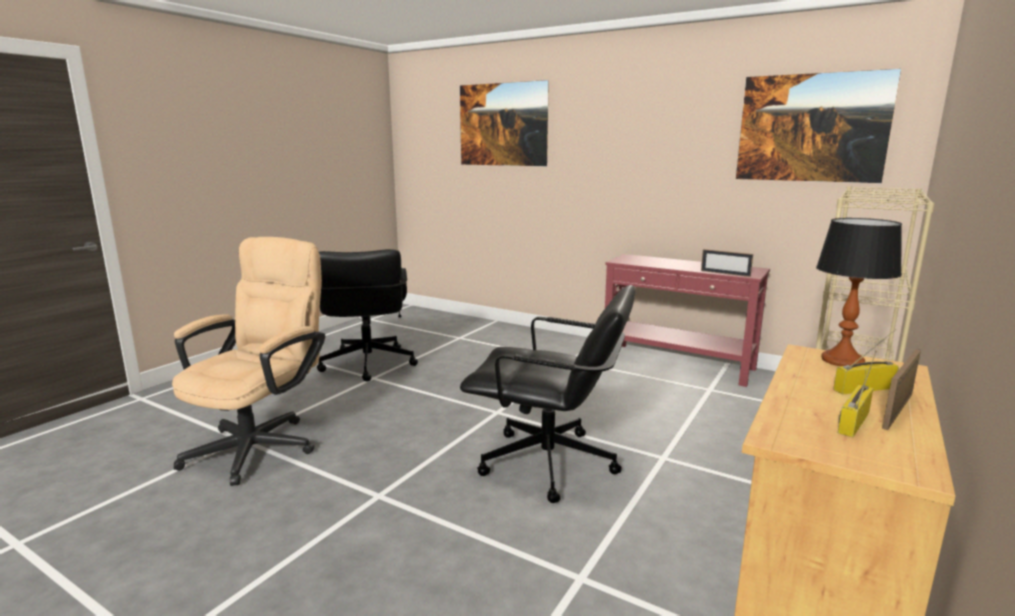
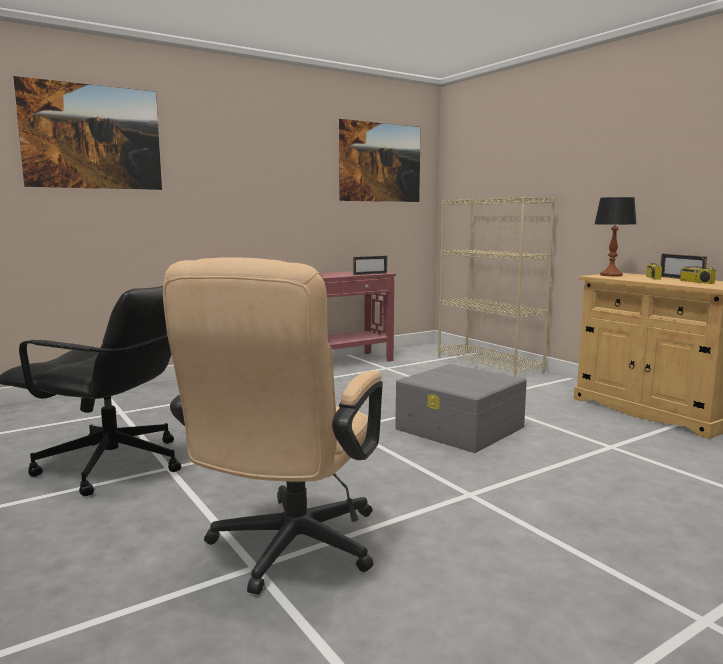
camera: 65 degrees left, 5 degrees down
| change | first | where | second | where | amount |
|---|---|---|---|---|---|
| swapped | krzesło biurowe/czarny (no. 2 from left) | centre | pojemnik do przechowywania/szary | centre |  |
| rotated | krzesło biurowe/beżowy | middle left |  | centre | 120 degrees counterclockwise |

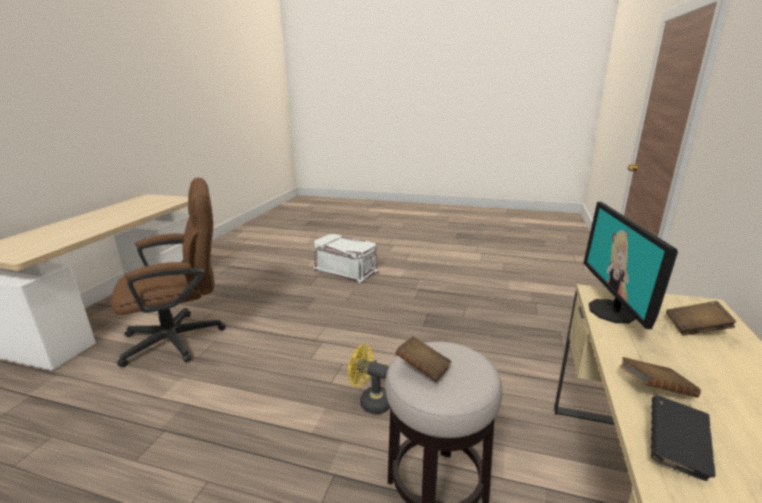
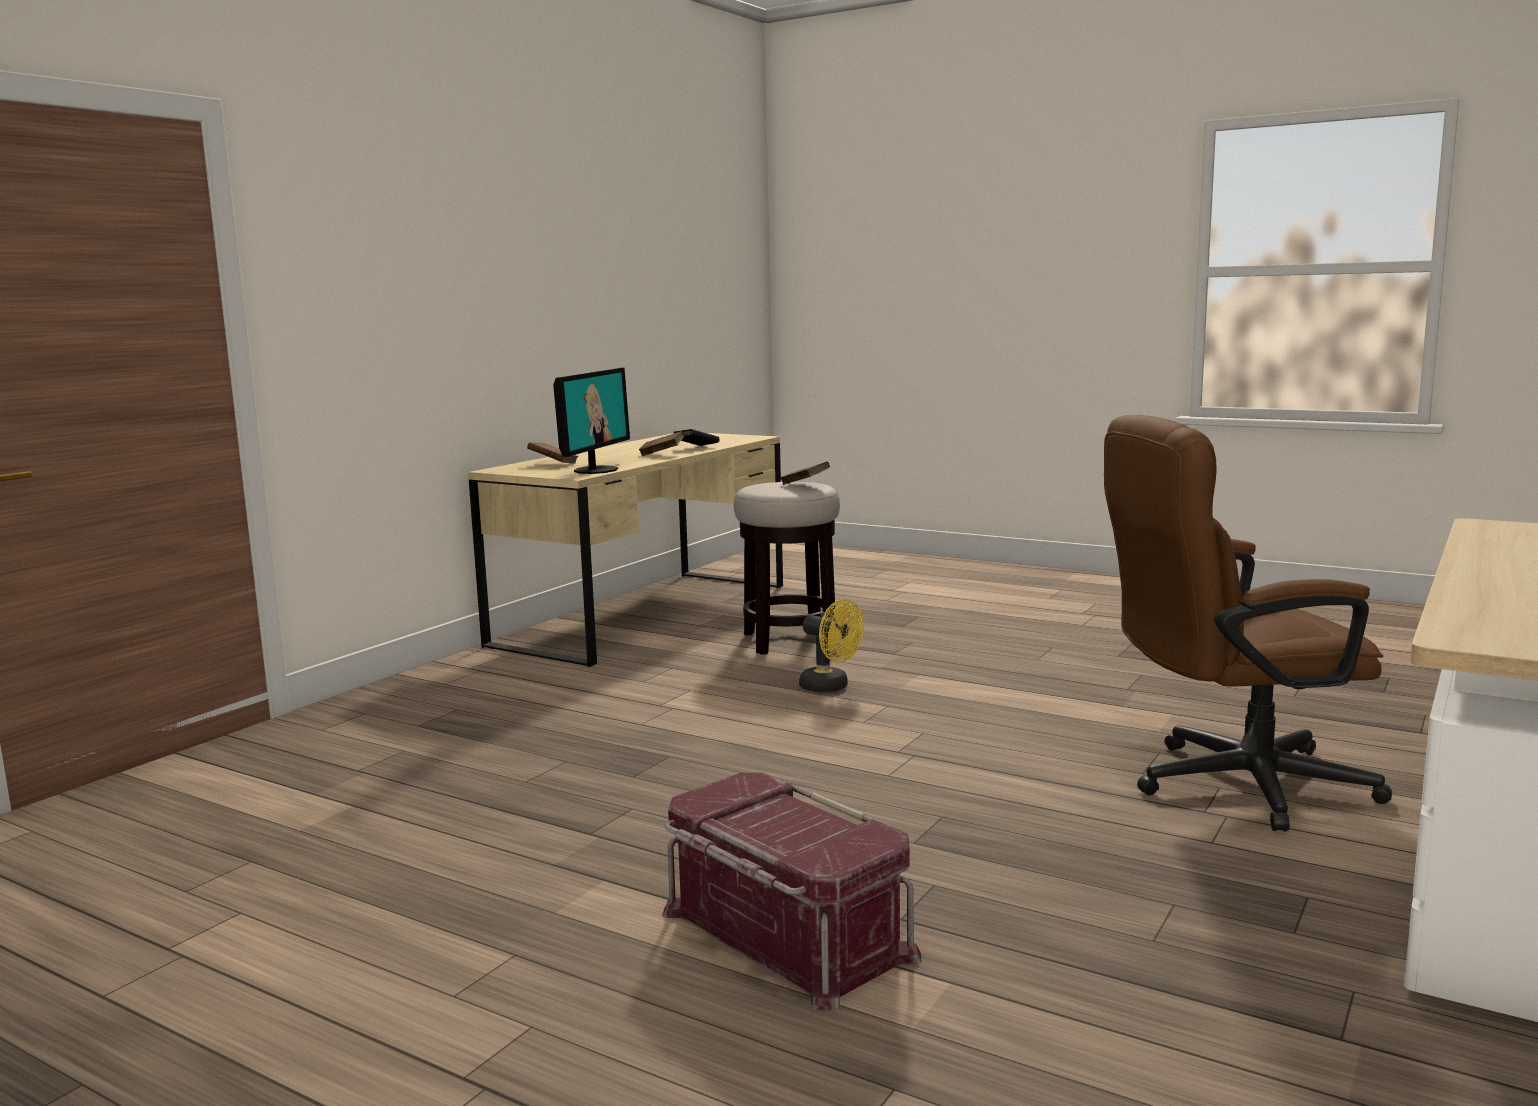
camera: 165 degrees left, 10 degrees down
| change | first | where | second | where | amount |
|---|---|---|---|---|---|
| repainted | pojemnik do przechowywania/biały | centre | pojemnik do przechowywania/czerwony | bottom centre |  |

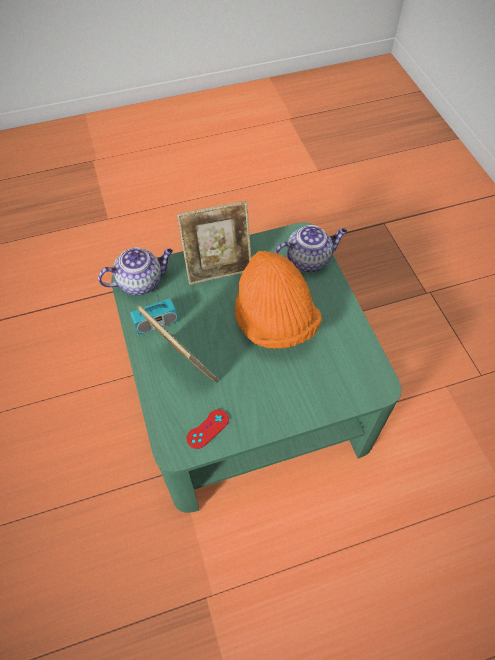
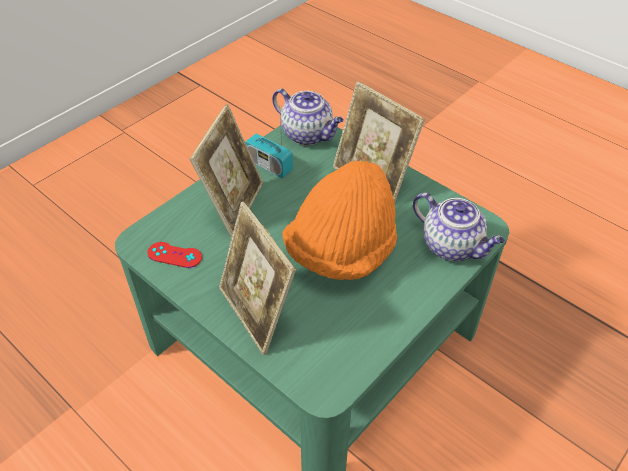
camera: 60 degrees right, 10 degrees down
| change | first | where | second | where | amount |
|---|---|---|---|---|---|
| new |  |  | ramka na zdjęcie (no. 2 from left) | centre |  |

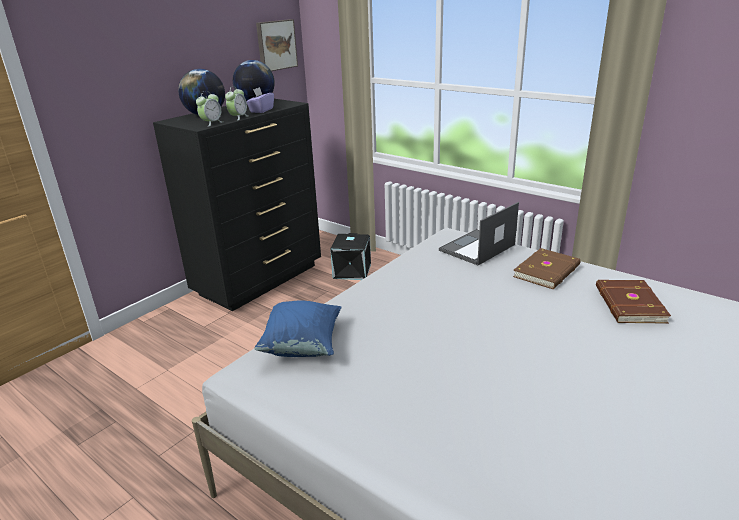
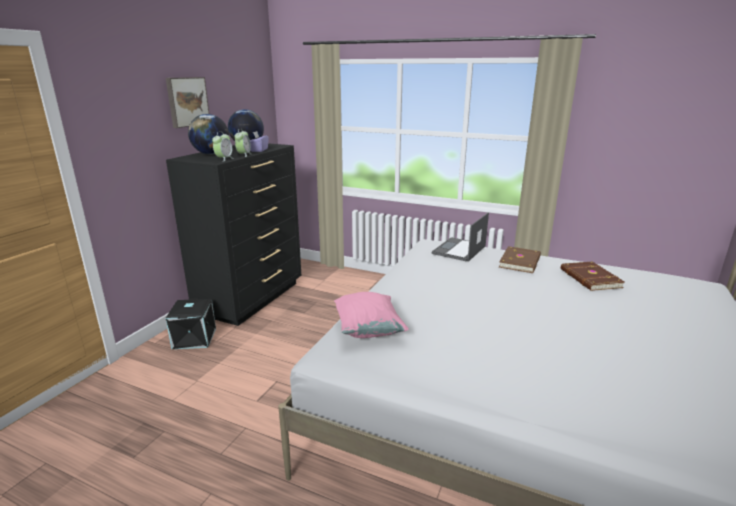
camera: 15 degrees left, 5 degrees down
| change | first | where | second | where | amount |
|---|---|---|---|---|---|
| shifted | obraz | top centre |  | top left |  |
| shifted | pojemnik do przechowywania/czarny | centre |  | middle left |  |
| repainted | poduszka/niebieski | centre | poduszka/różowy | centre |  |

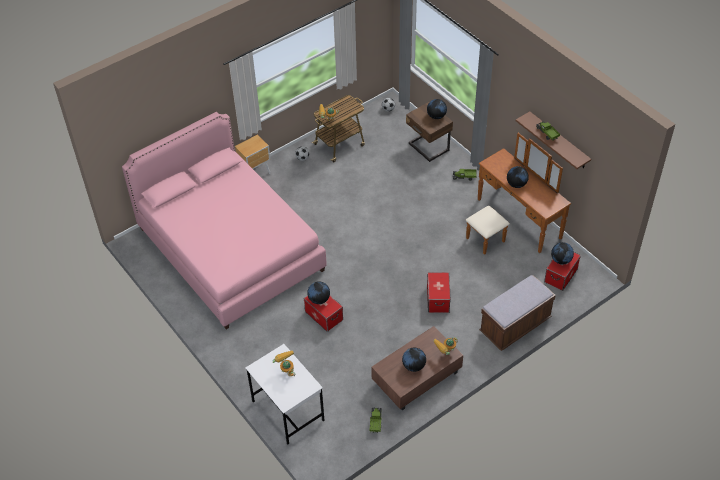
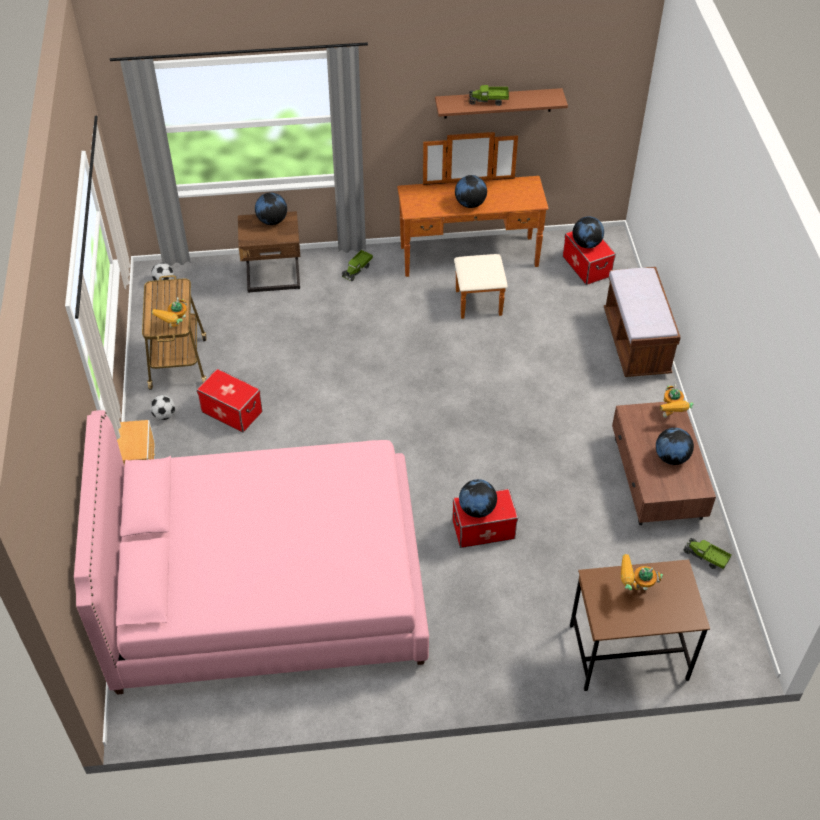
camera: 60 degrees left, 0 degrees up
| change | first | where | second | where | amount |
|---|---|---|---|---|---|
| shifted | pojemnik do przechowywania (no. 2 from left in the first image) | centre | pojemnik do przechowywania (no. 1 from left) | middle left |  |
| repainted | biurko/biały | bottom centre | biurko/brązowy | bottom right |  |

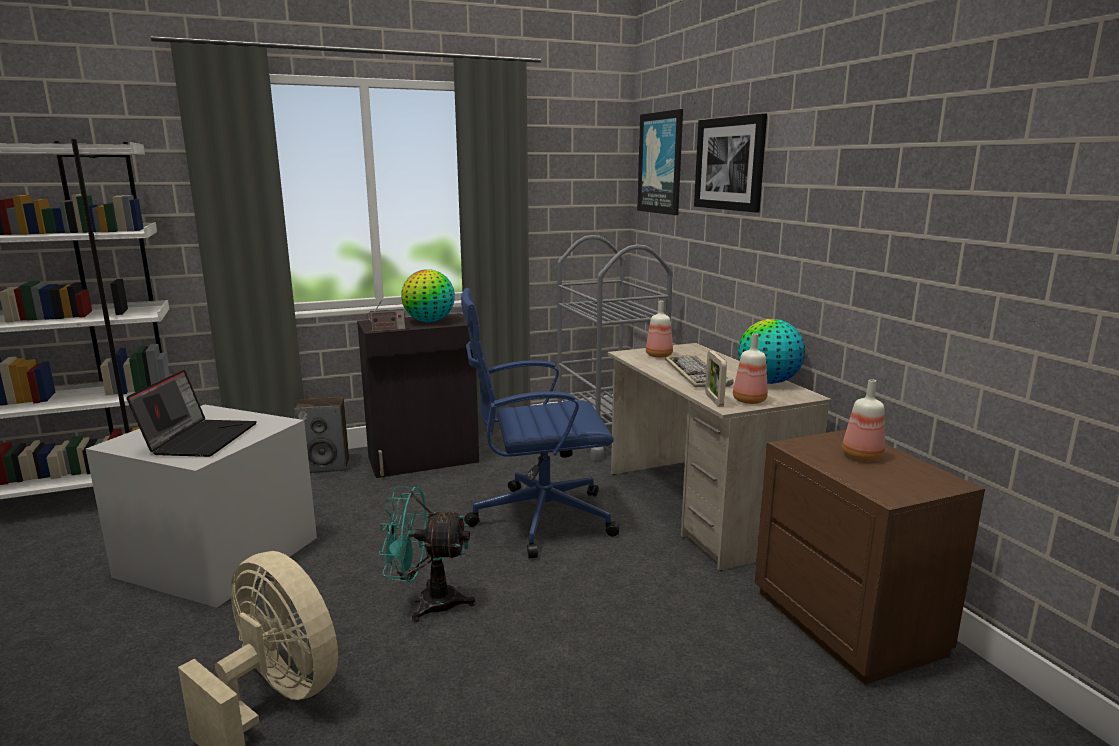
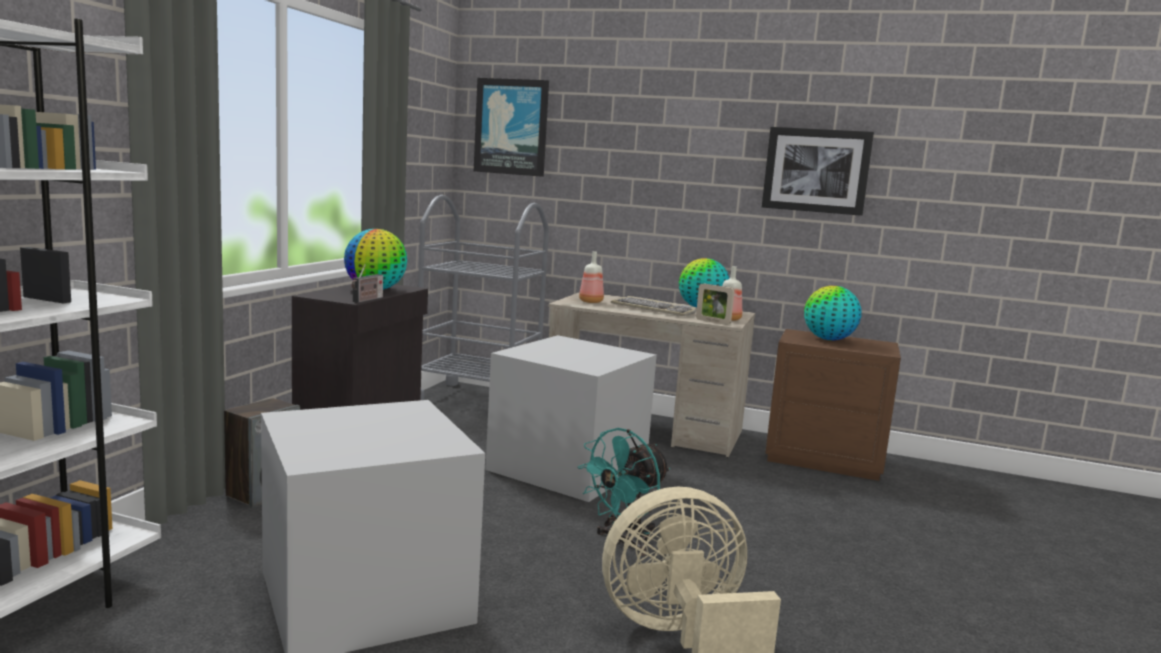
camera: 50 degrees left, 5 degrees down
| change | first | where | second | where | amount |
|---|---|---|---|---|---|
| gone | laptop | middle left |  |  |  |
| shifted | obraz (no. 2 from left) | top centre |  | top right |  |
| swapped | krzesło biurowe/niebieski | centre | pojemnik do przechowywania/szary (no. 2 from left) | centre |  |
| swapped | butelka (no. 3 from left) | middle right | globus (no. 3 from left) | middle right |  |

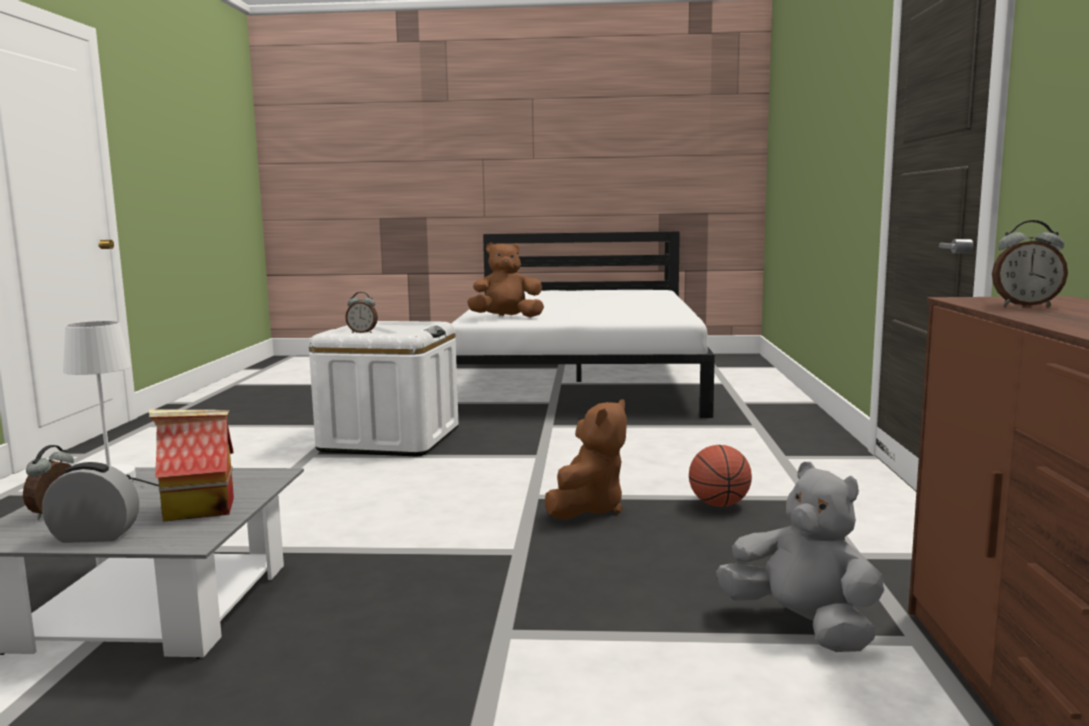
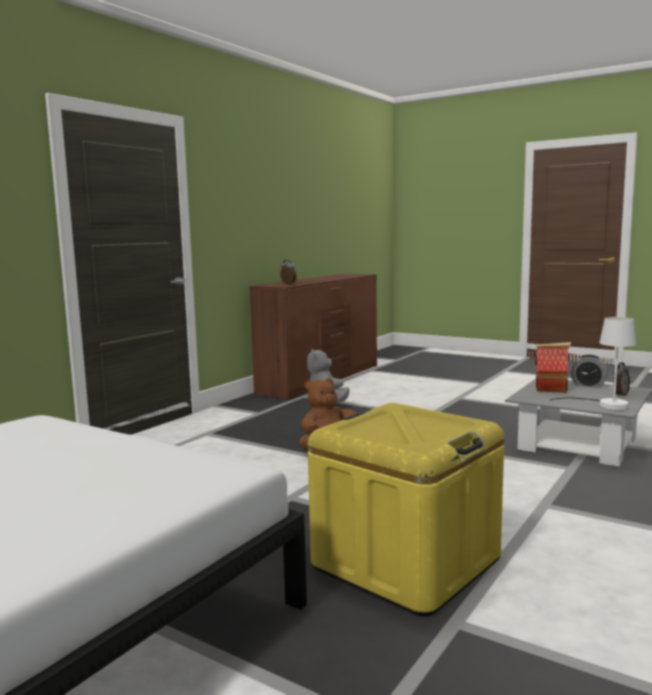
camera: 150 degrees left, 0 degrees up
| change | first | where | second | where | amount |
|---|---|---|---|---|---|
| gone | budzik (no. 3 from left) | middle left |  |  |  |
| gone | pluszak/brązowy (no. 1 from left) | centre |  |  |  |
| gone | piłka do koszykówki | centre |  |  |  |
| repainted | pojemnik do przechowywania/biały | centre | pojemnik do przechowywania/żółty | bottom centre |  |

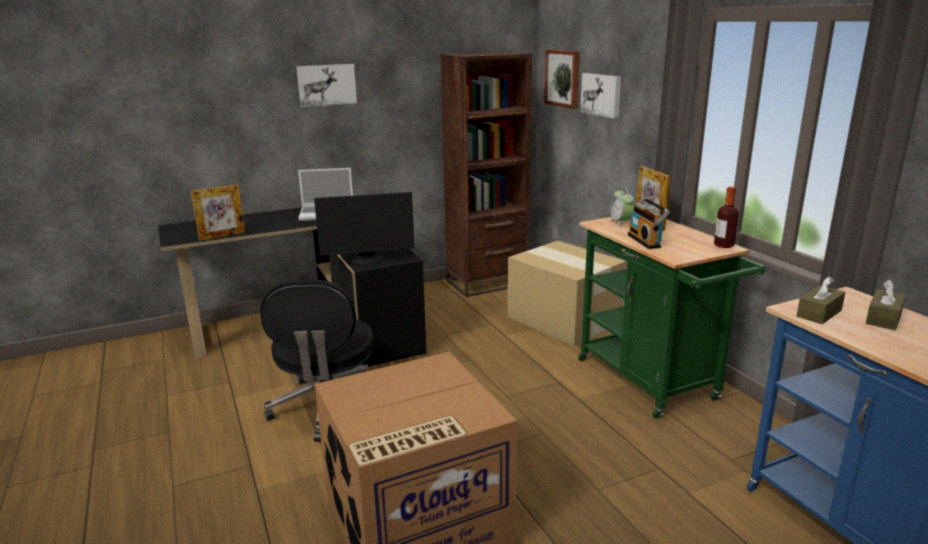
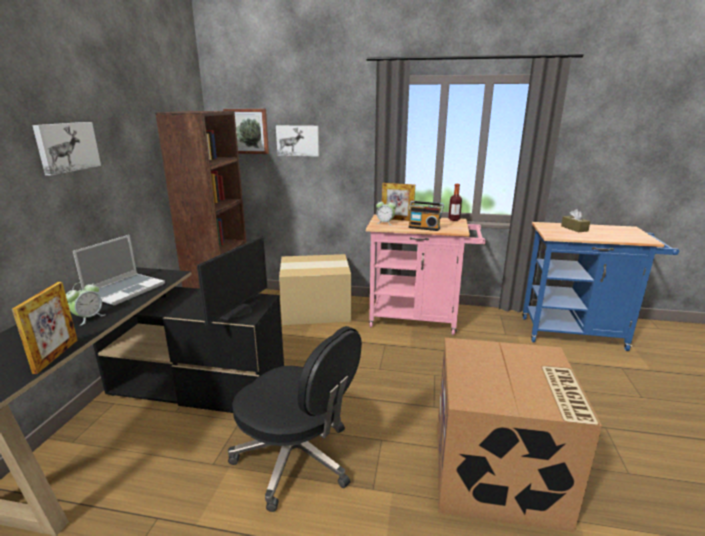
camera: 55 degrees left, 0 degrees up
| change | first | where | second | where | amount |
|---|---|---|---|---|---|
| gone | pudełko chusteczek/brązowy (no. 1 from left) | middle right |  |  |  |
| new |  |  | budzik (no. 1 from left) | middle left |  |
| repainted | wózek/zielony | middle right | wózek/różowy | centre |  |

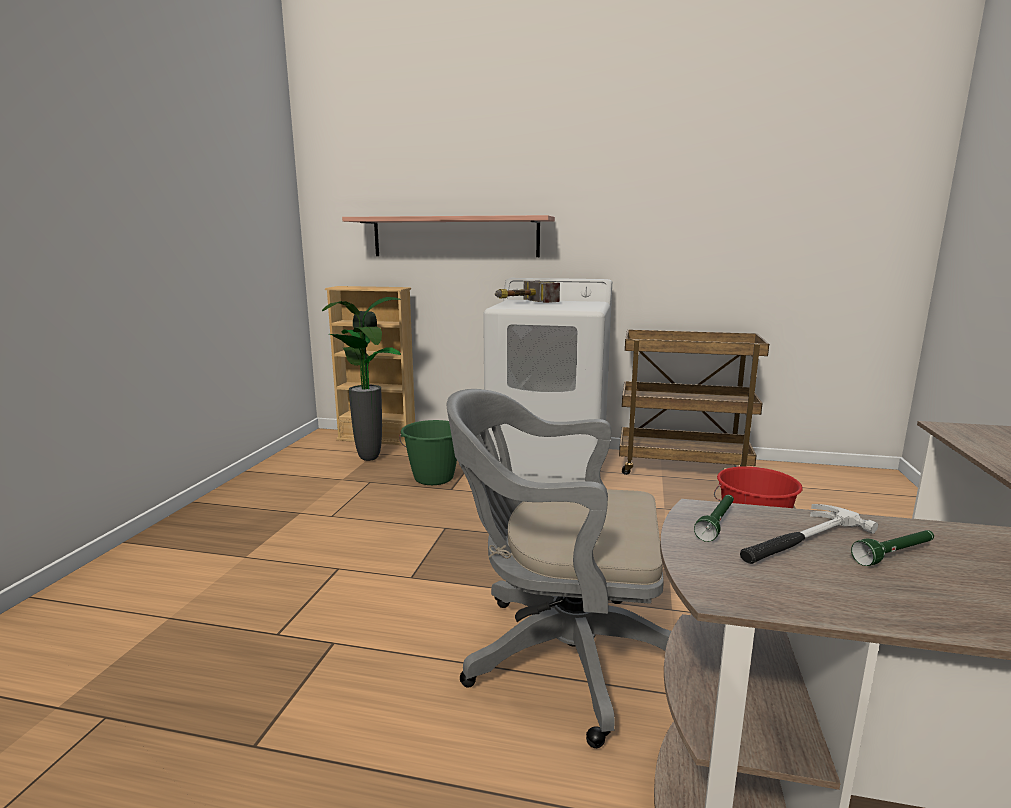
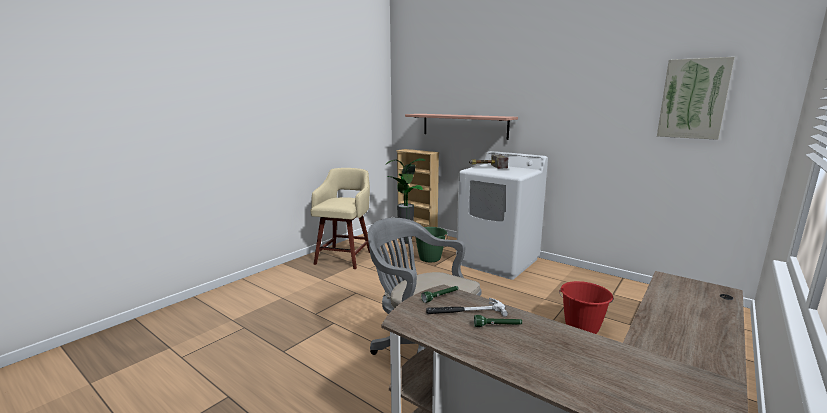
camera: 25 degrees right, 0 degrees up
| change | first | where | second | where | amount |
|---|---|---|---|---|---|
| gone | wózek/brązowy | middle right |  |  |  |
| new |  |  | stołek/beżowy | centre |  |
| new |  |  | obraz | top right |  |

